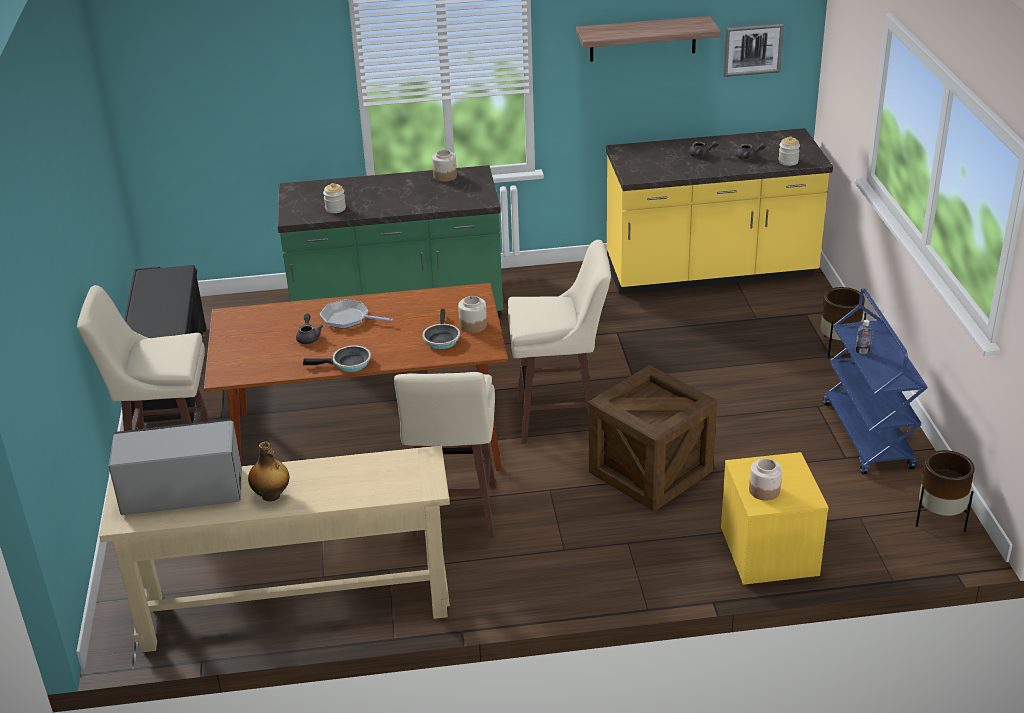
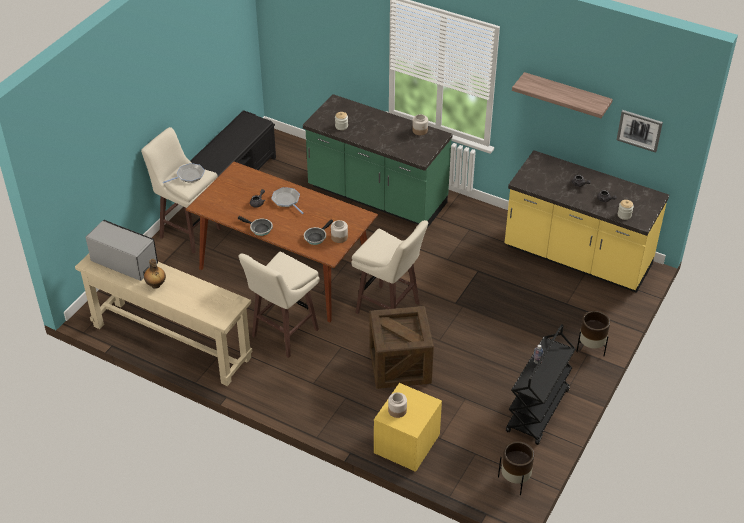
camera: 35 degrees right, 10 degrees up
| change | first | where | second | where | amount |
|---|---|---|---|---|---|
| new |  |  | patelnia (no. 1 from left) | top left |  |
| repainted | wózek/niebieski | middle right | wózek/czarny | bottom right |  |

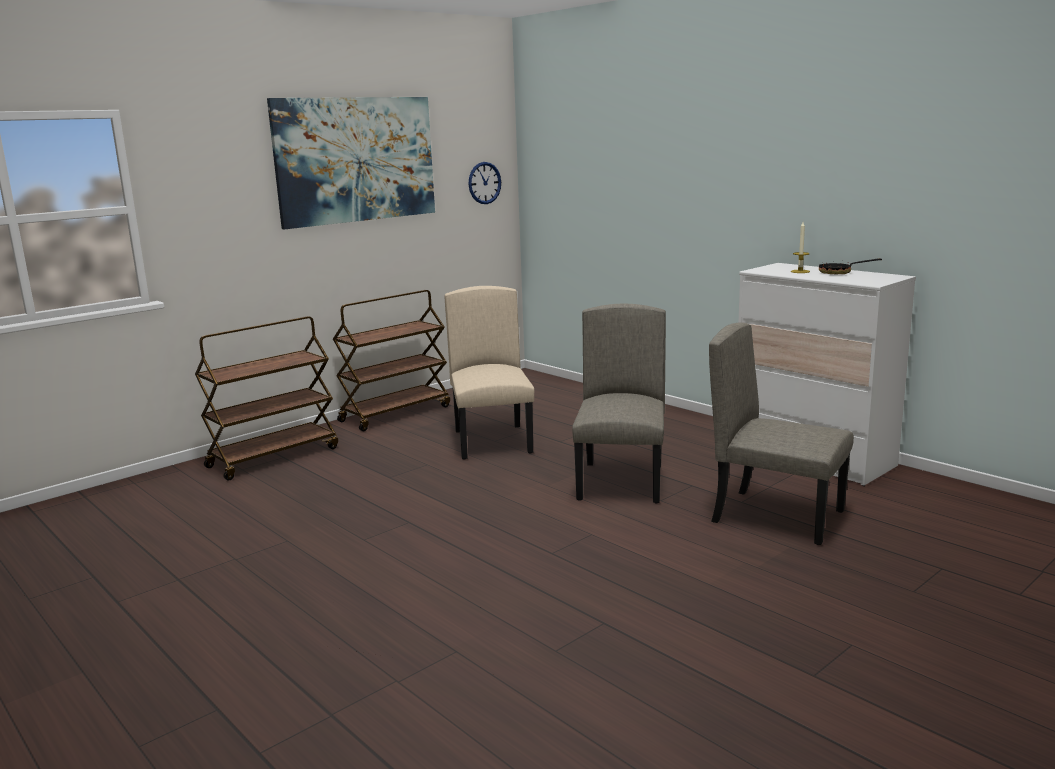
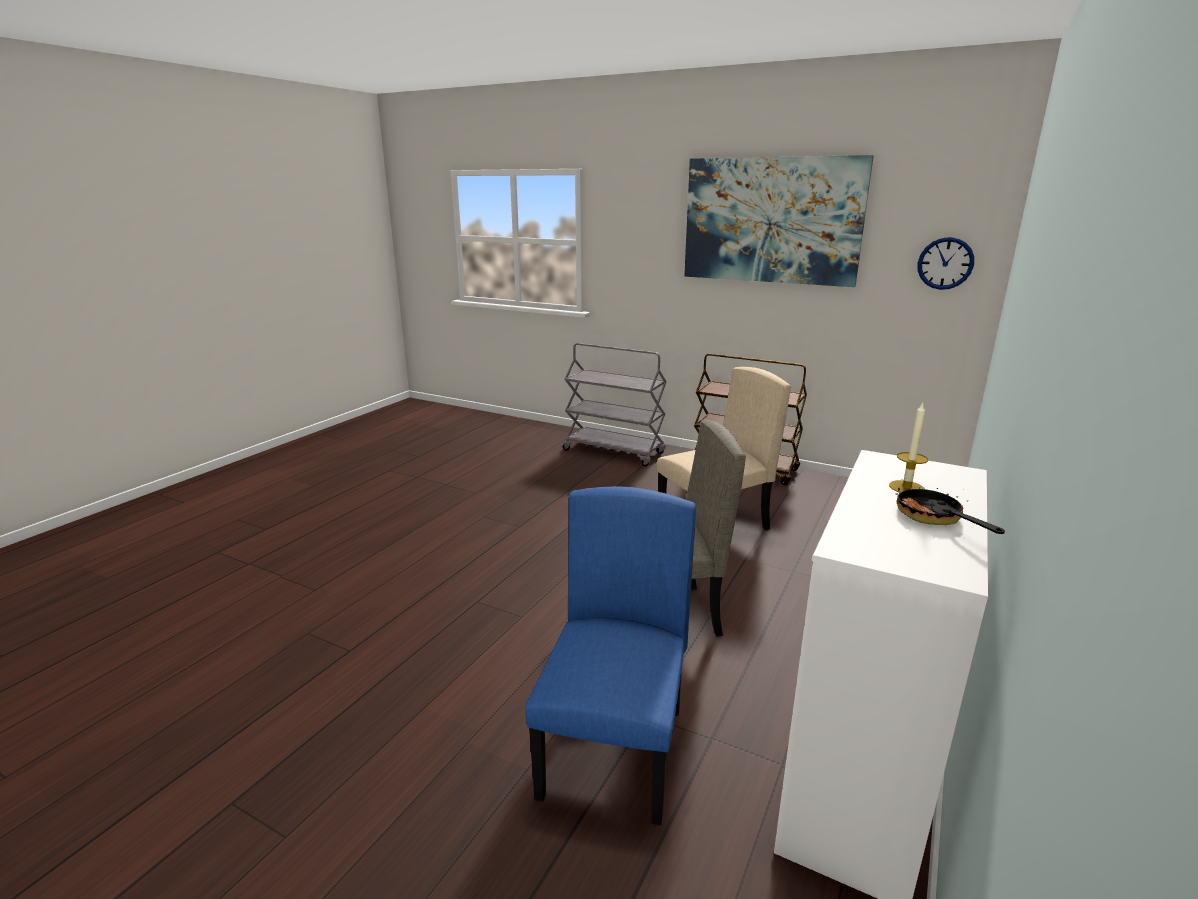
camera: 70 degrees right, 5 degrees up
| change | first | where | second | where | amount |
|---|---|---|---|---|---|
| repainted | wózek/brązowy (no. 1 from left) | middle left | wózek/szary | centre |  |
| repainted | krzesło/beżowy (no. 3 from left) | middle right | krzesło/niebieski | bottom centre |  |

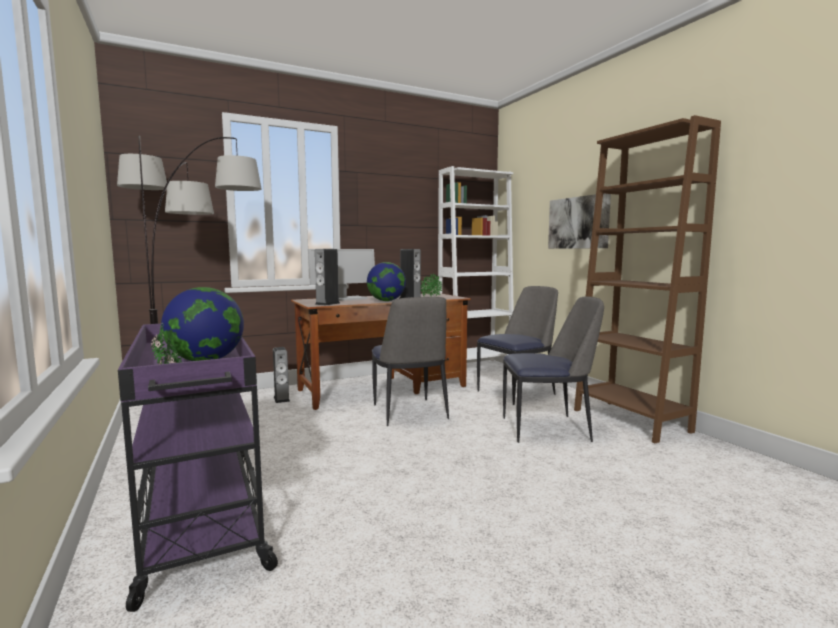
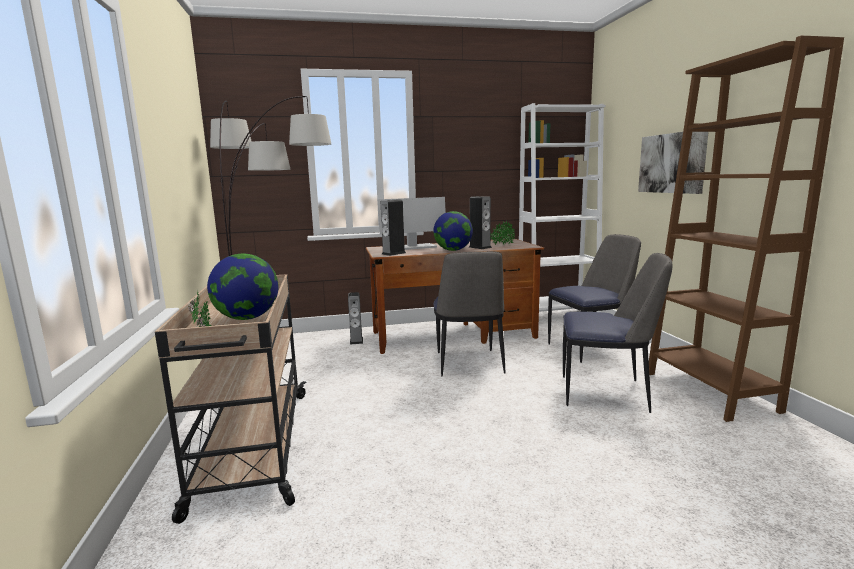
camera: 15 degrees right, 5 degrees up
| change | first | where | second | where | amount |
|---|---|---|---|---|---|
| repainted | wózek/fioletowy | bottom left | wózek/beżowy | bottom left |  |

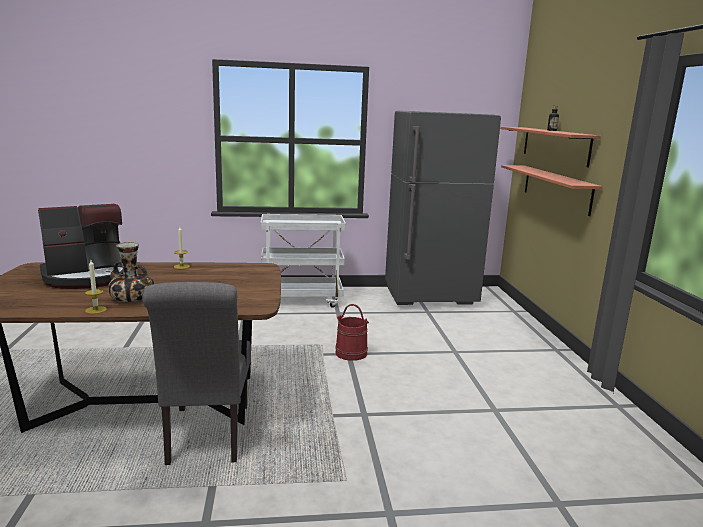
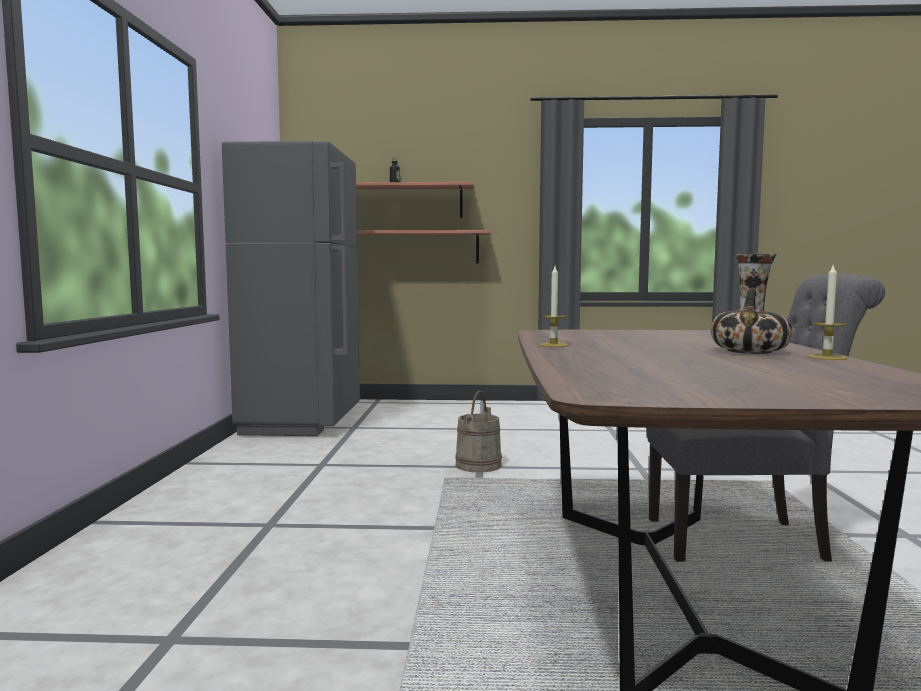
camera: 80 degrees left, 10 degrees down
| change | first | where | second | where | amount |
|---|---|---|---|---|---|
| gone | ekspres do kawy | middle left |  |  |  |
| gone | wózek/biały | centre |  |  |  |
| repainted | wiadro/czerwony | centre | wiadro/beżowy | centre |  |

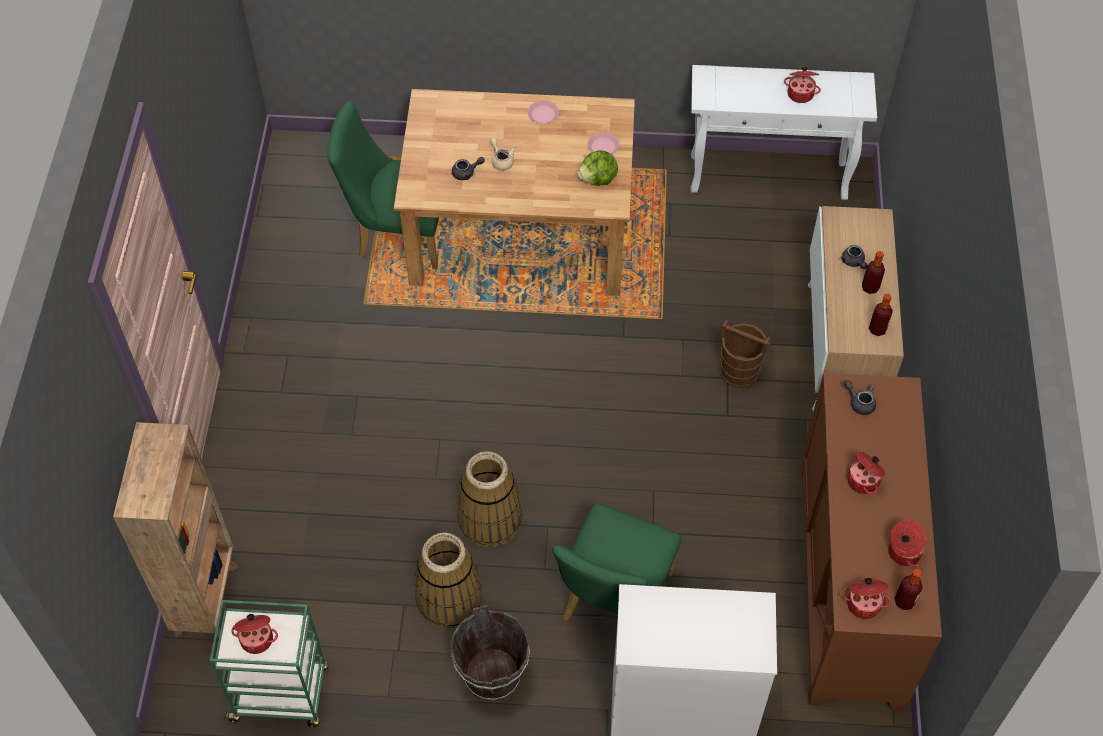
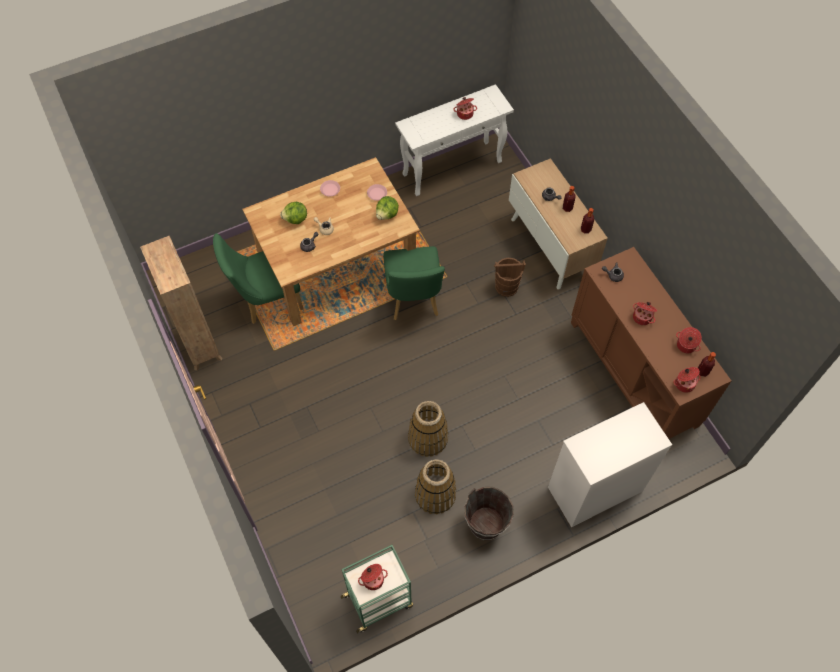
camera: 30 degrees left, 5 degrees up
| change | first | where | second | where | amount |
|---|---|---|---|---|---|
| new |  |  | sałata (no. 1 from left) | top centre |  |
| shifted | regał/brązowy | bottom left |  | middle left |  |
| shifted | krzesło/zielony (no. 2 from left) | bottom centre |  | centre |  |

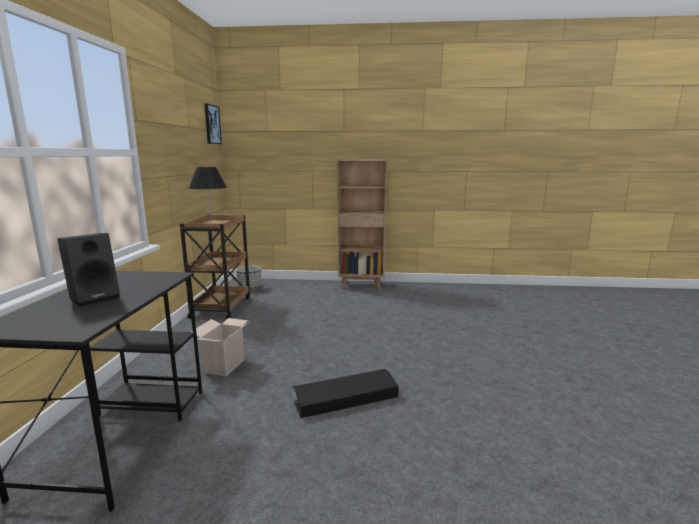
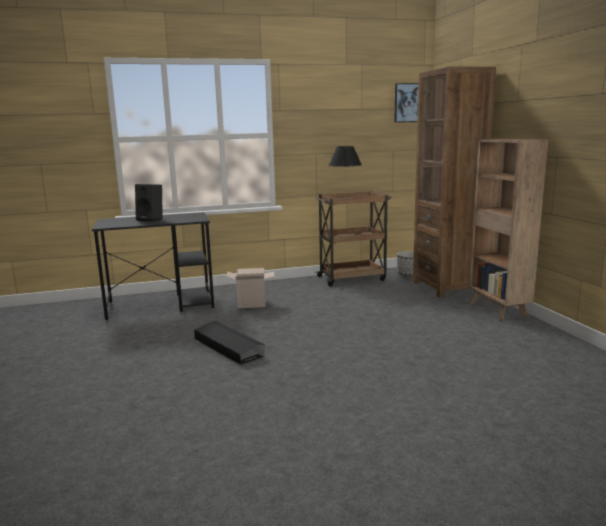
camera: 70 degrees right, 0 degrees up
| change | first | where | second | where | amount |
|---|---|---|---|---|---|
| new |  |  | regał/brązowy (no. 1 from left) | middle right |  |

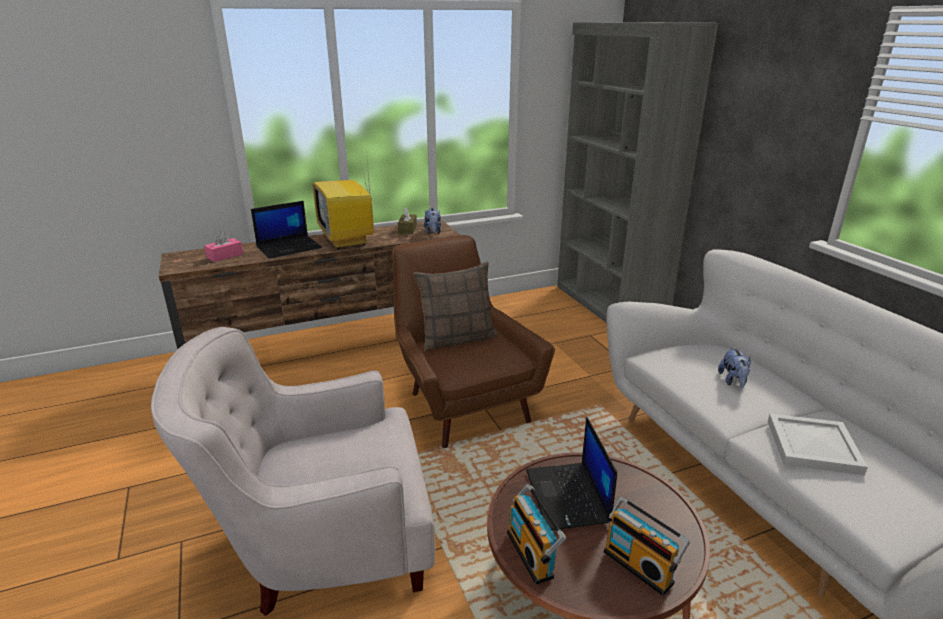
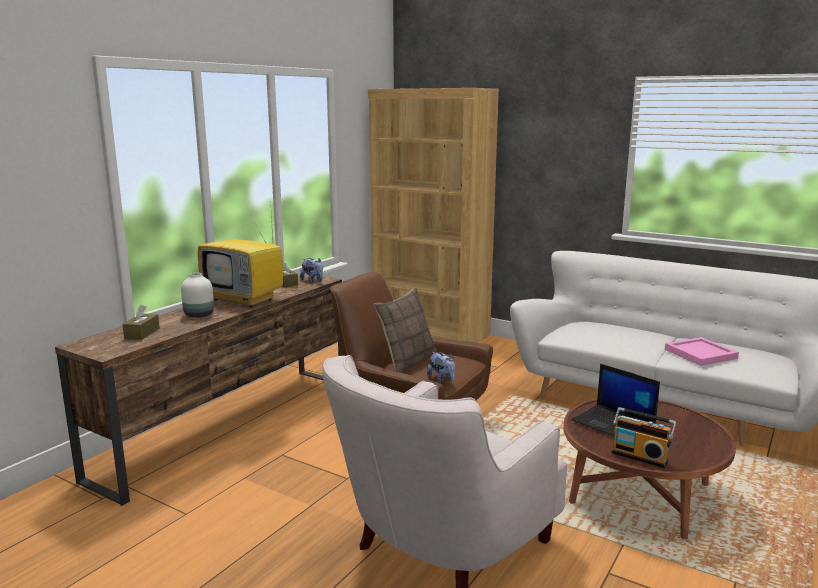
camera: 35 degrees left, 10 degrees down
| change | first | where | second | where | amount |
|---|---|---|---|---|---|
| gone | radio (no. 2 from left) | bottom right |  |  |  |
| shifted | pluszak (no. 2 from left) | middle right |  | centre |  |
| swapped | laptop (no. 1 from left) | middle left | wazon/biały | middle left |  |
| repainted | pudełko chusteczek/różowy | middle left | pudełko chusteczek/brązowy (no. 1 from left) | middle left |  |
| repainted | regał/szary | top right | regał/brązowy | centre |  |
| repainted | taca/biały | bottom right | taca/różowy | middle right |  |

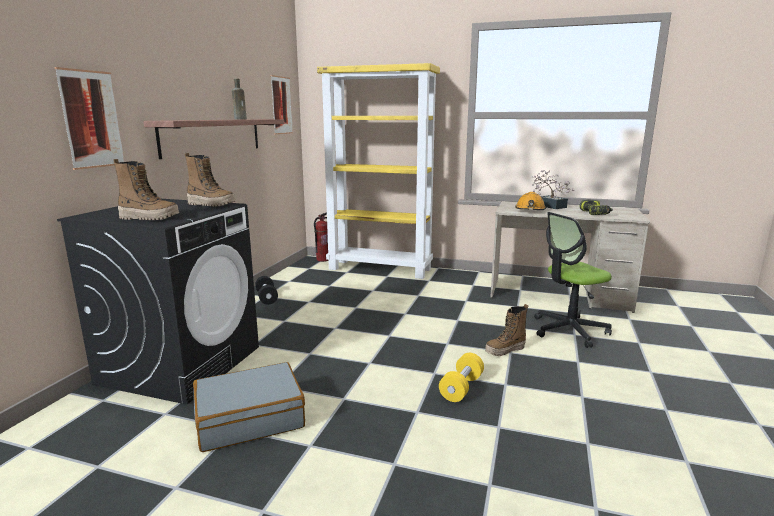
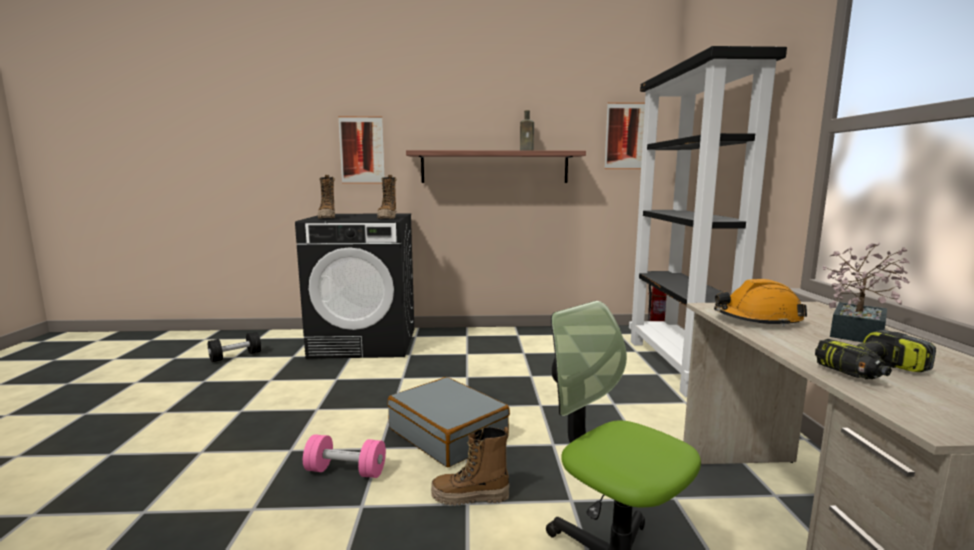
camera: 70 degrees right, 5 degrees down
| change | first | where | second | where | amount |
|---|---|---|---|---|---|
| shifted | walizka/szary | bottom left |  | bottom centre |  |
| shifted | hantel/czarny | centre |  | middle left |  |
| repainted | regał/żółty | top centre | regał/czarny | middle right |  |
| repainted | hantel/żółty | bottom centre | hantel/różowy | bottom centre |  |
| rotated | but z cholewką (no. 3 from left) | centre |  | bottom centre | 45 degrees counterclockwise |

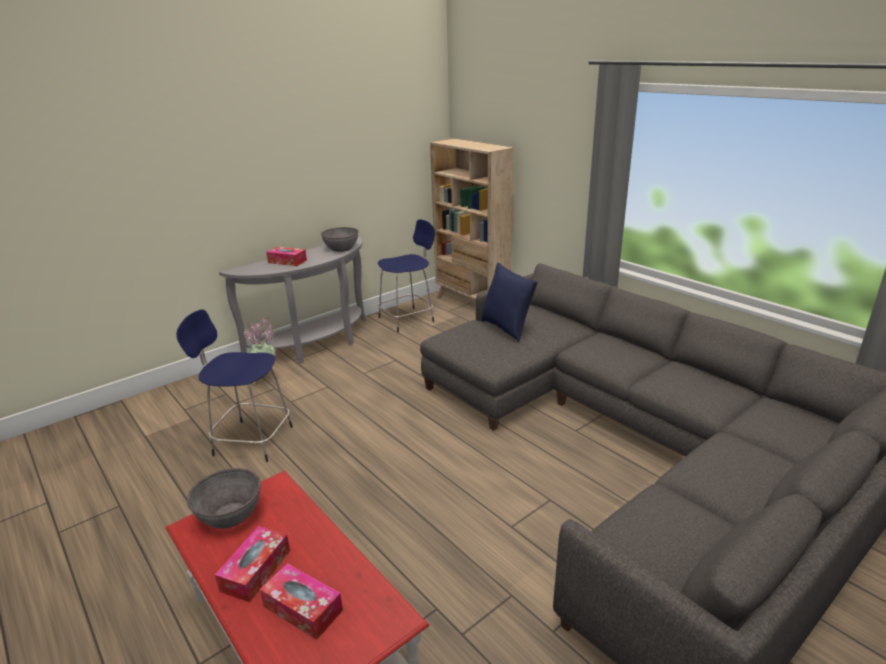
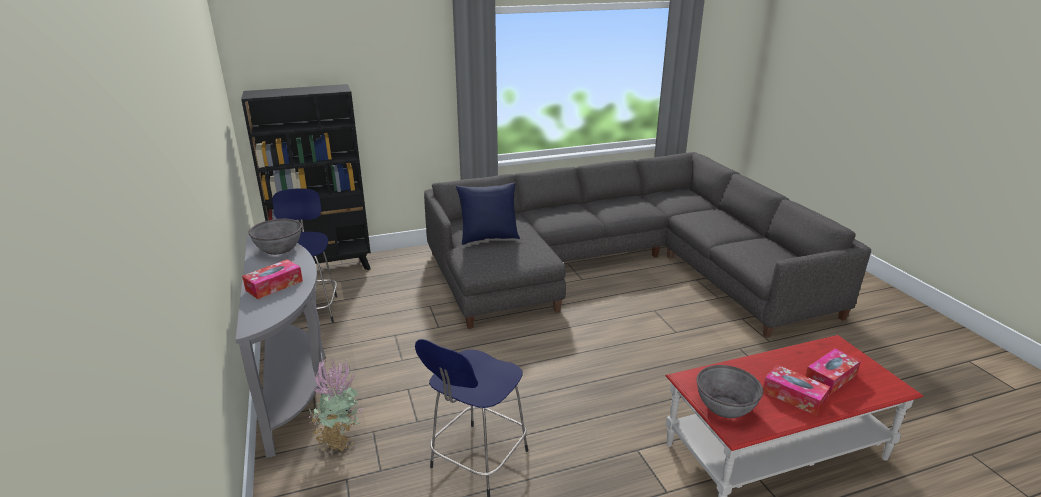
camera: 70 degrees left, 0 degrees up
| change | first | where | second | where | amount |
|---|---|---|---|---|---|
| repainted | regał/beżowy | top centre | regał/czarny | middle left |  |

